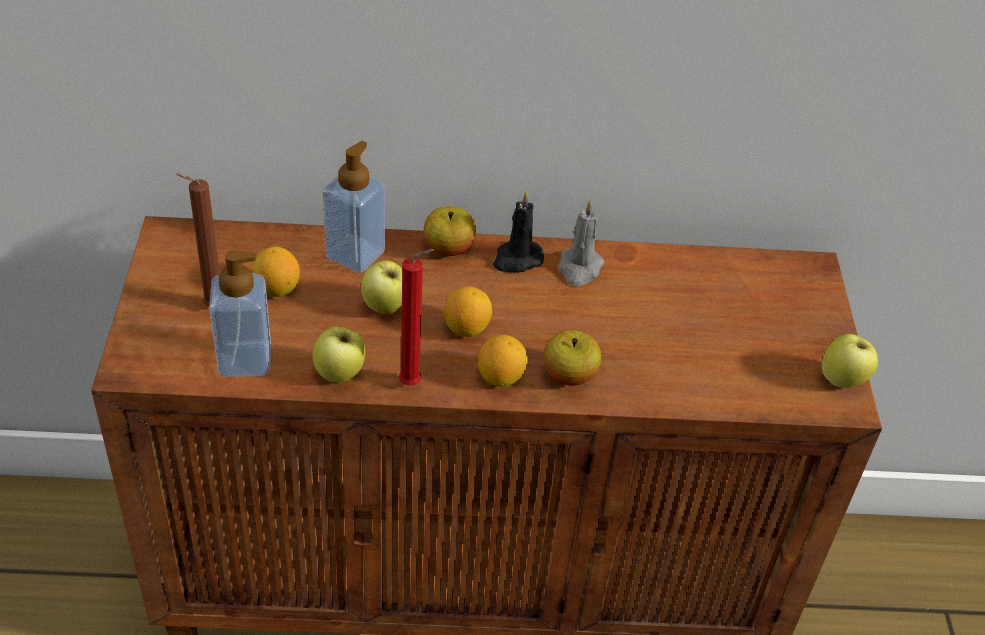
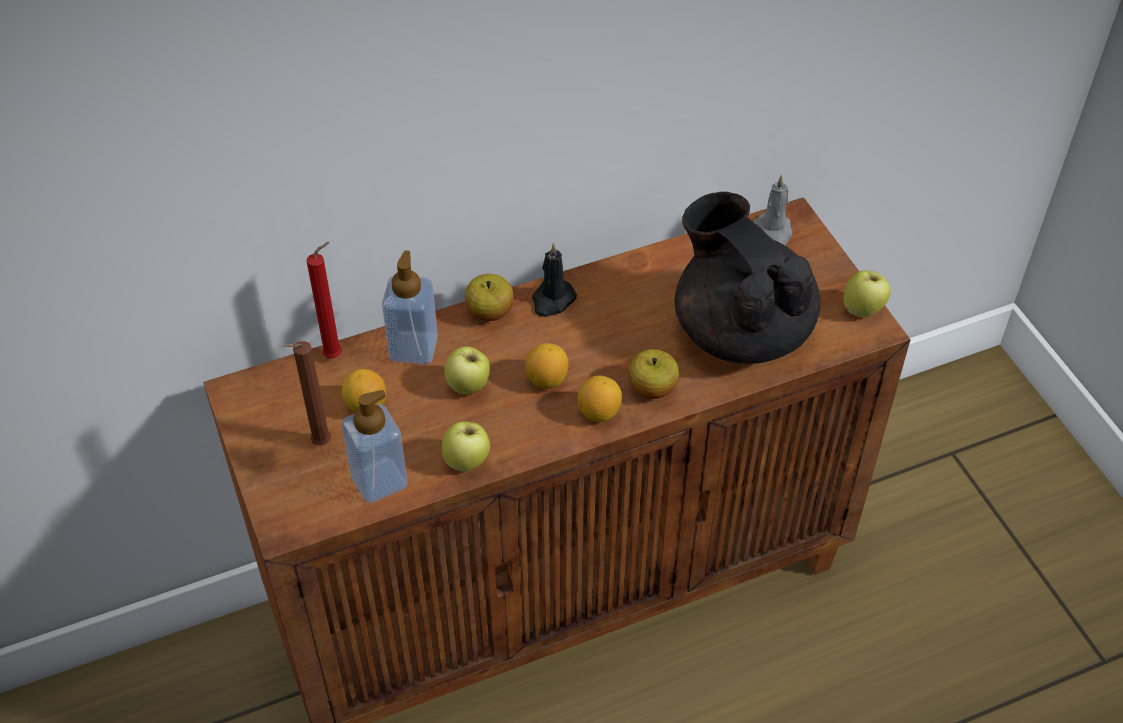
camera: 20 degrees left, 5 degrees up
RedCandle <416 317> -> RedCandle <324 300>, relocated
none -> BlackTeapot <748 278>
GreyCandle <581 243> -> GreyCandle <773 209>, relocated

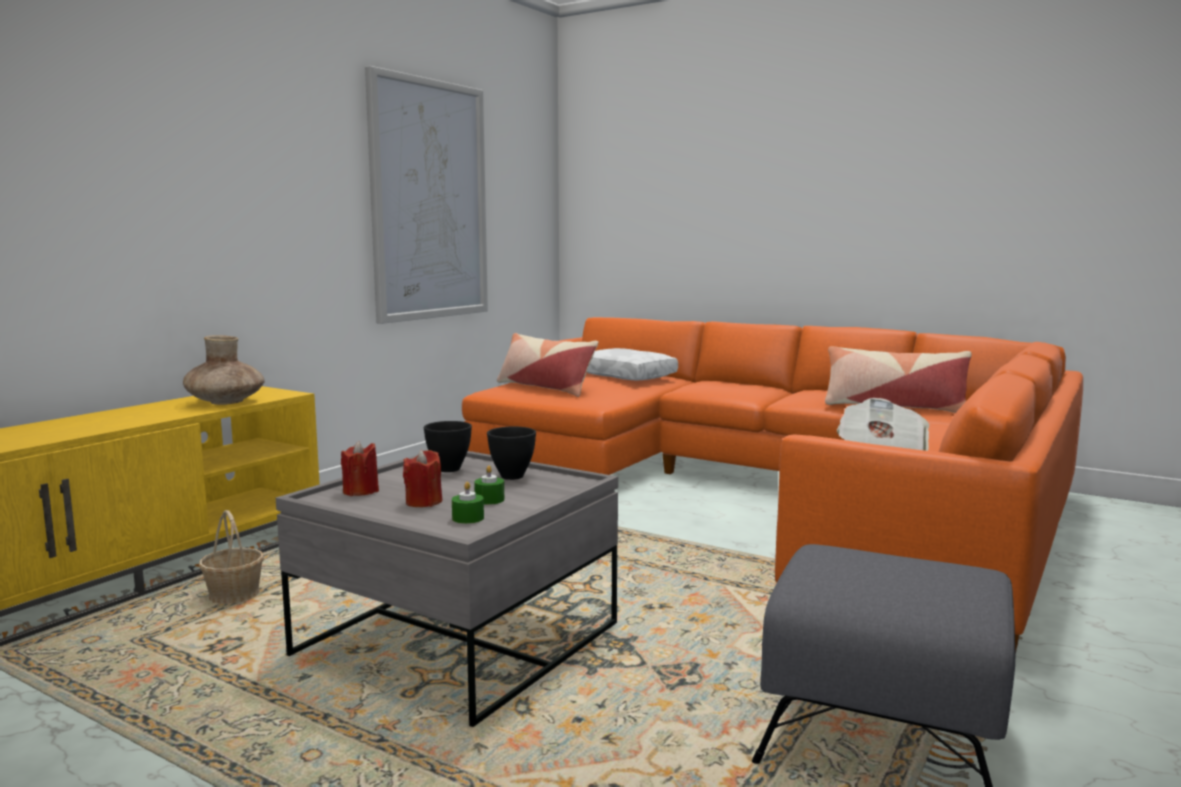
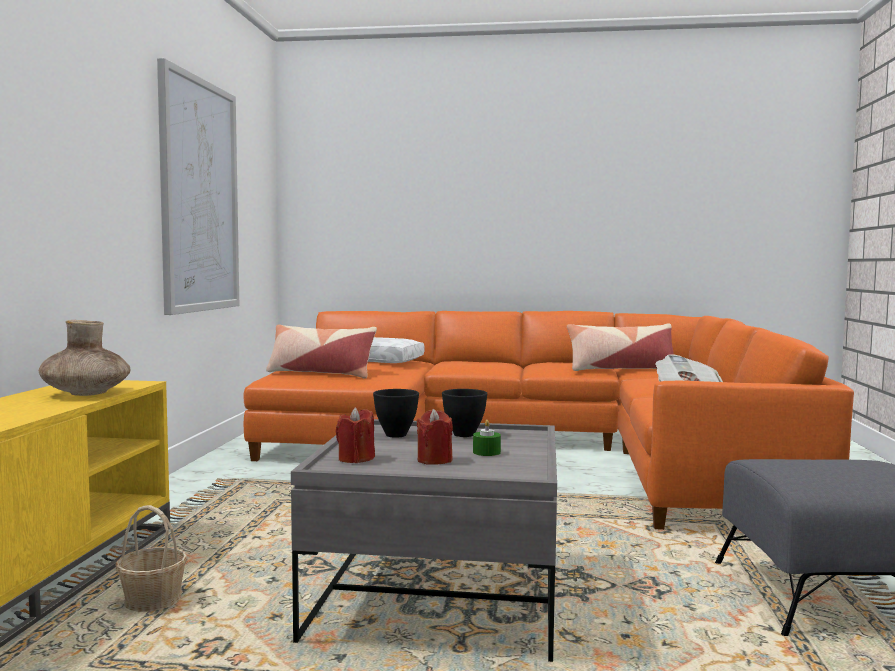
camera: 25 degrees left, 5 degrees down
GreenCandle <468 503> -> none

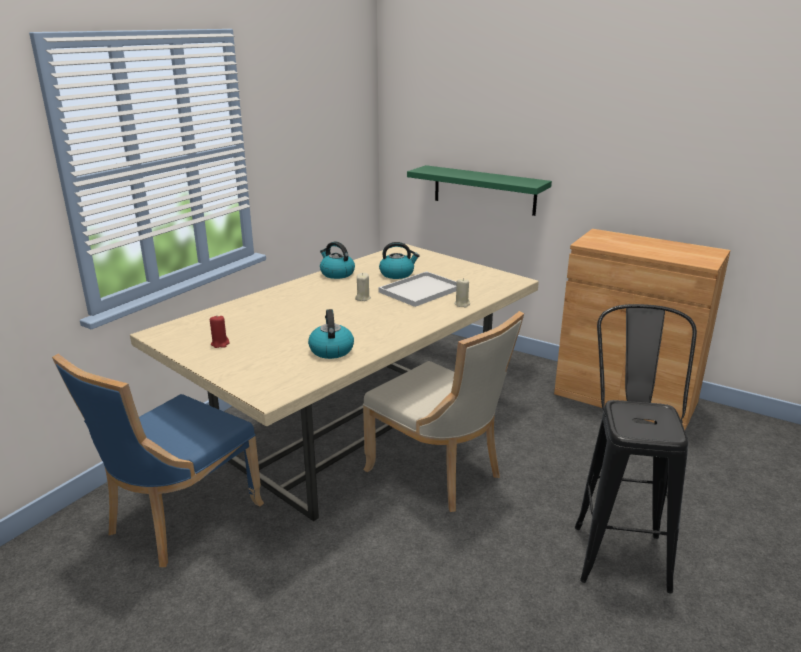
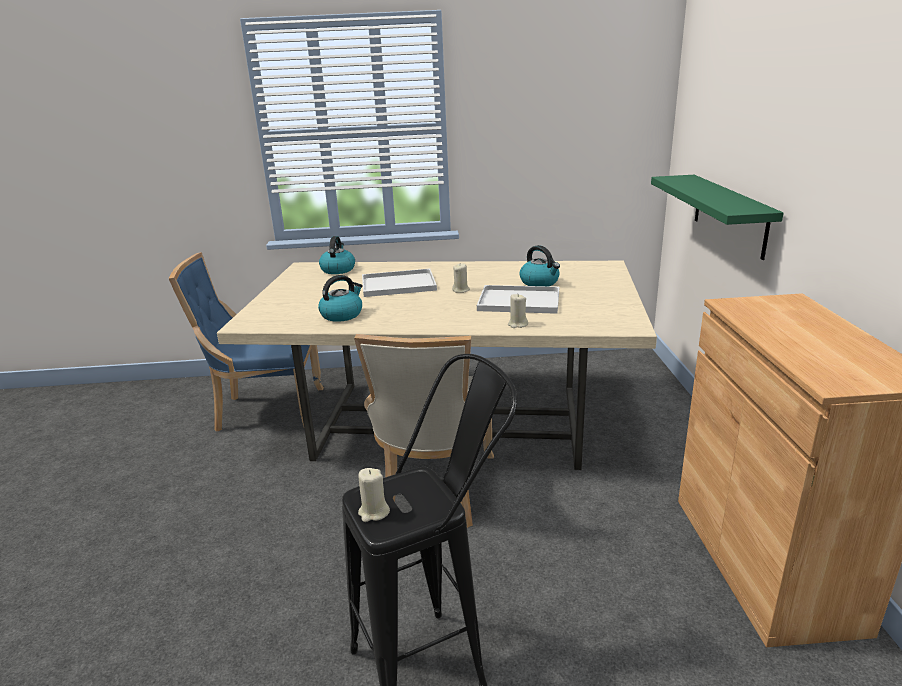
camera: 55 degrees right, 0 degrees up
Kettle <337 260> -> Kettle <337 255>, relocated
none -> BeigeCandle <374 495>
none -> WhiteTray <399 283>
RedCandle <220 332> -> none

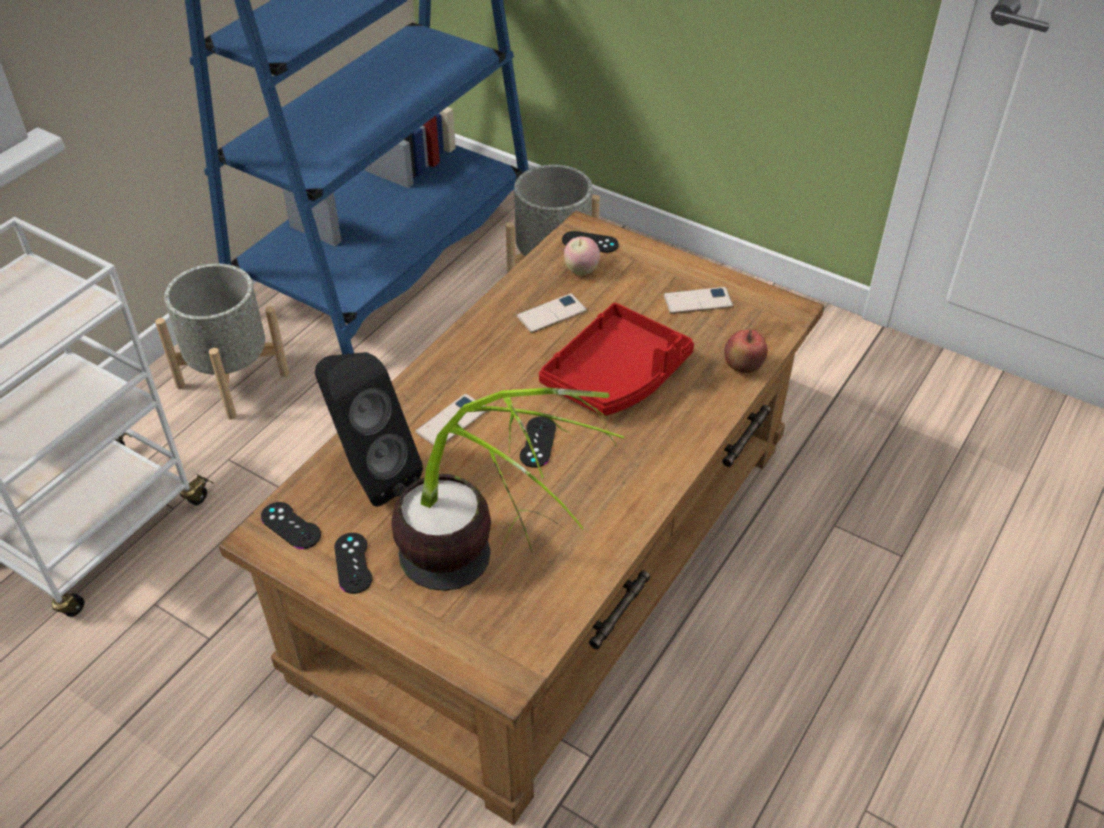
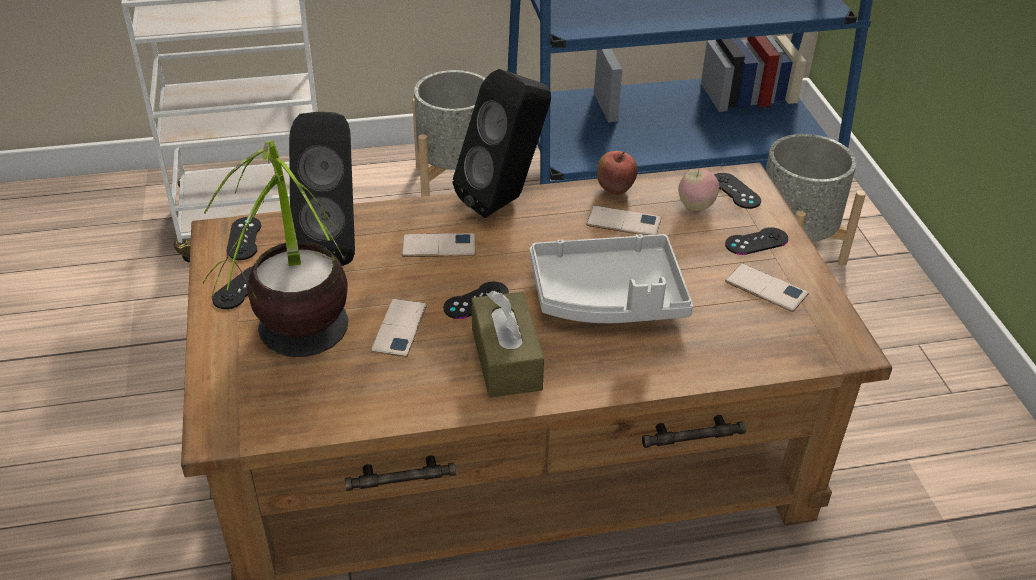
camera: 45 degrees right, 5 degrees down
none -> Phone <399 328>
none -> BlackSpeaker <502 143>
none -> BrownTissueBox <508 344>
RedTray <616 359> -> GreyTray <611 278>
Apple <746 351> -> Apple <617 173>, relocated
none -> BlackGameController <756 241>

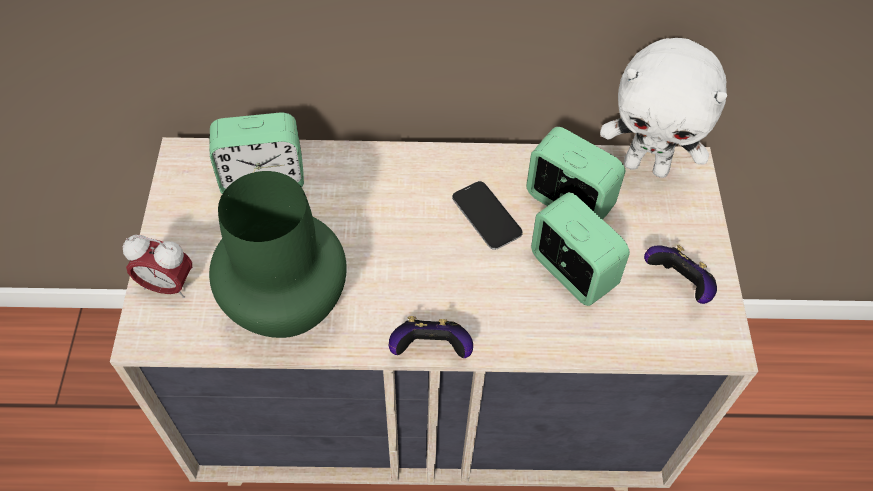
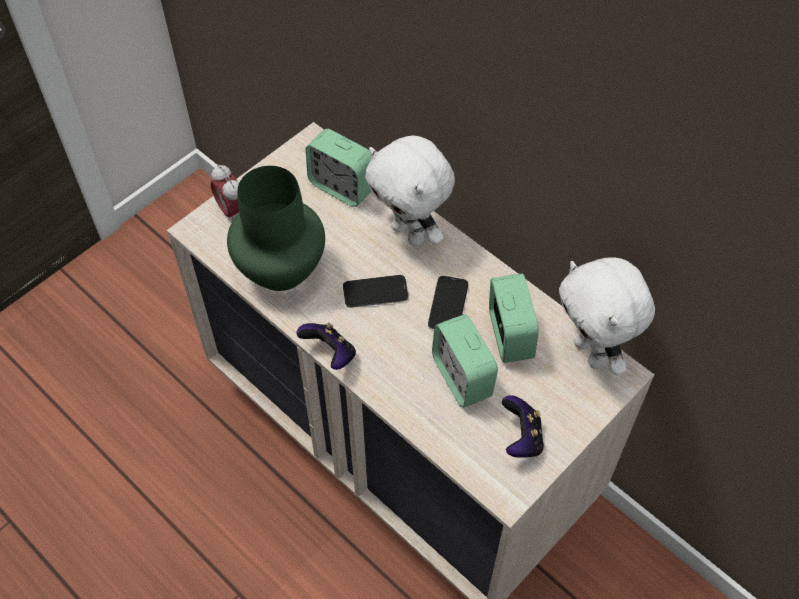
camera: 45 degrees right, 0 degrees up
none -> Phone <376 291>
none -> WhitePlushToy <410 191>
AlarmClock <580 249> -> AlarmClock <465 361>, 150 degrees clockwise

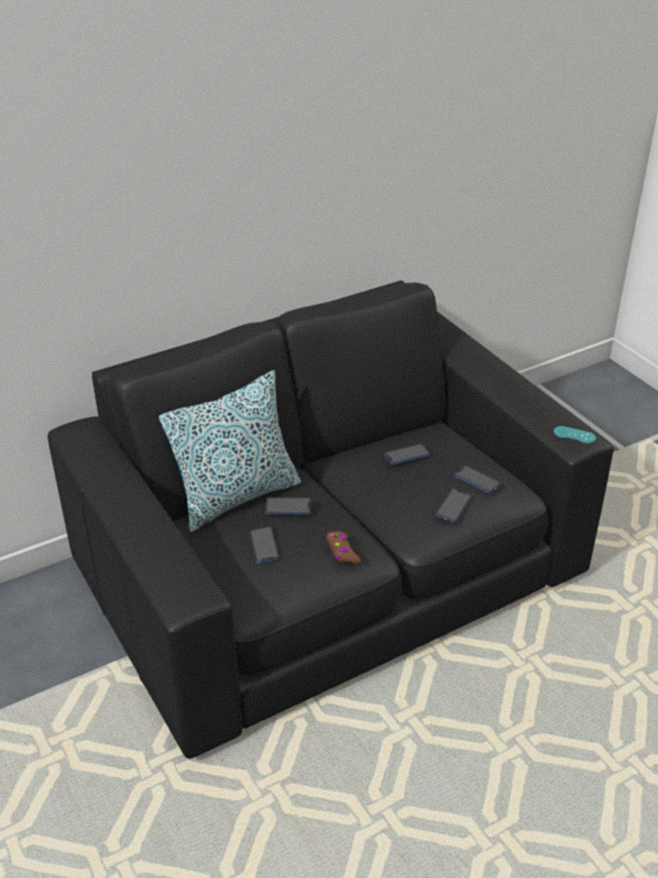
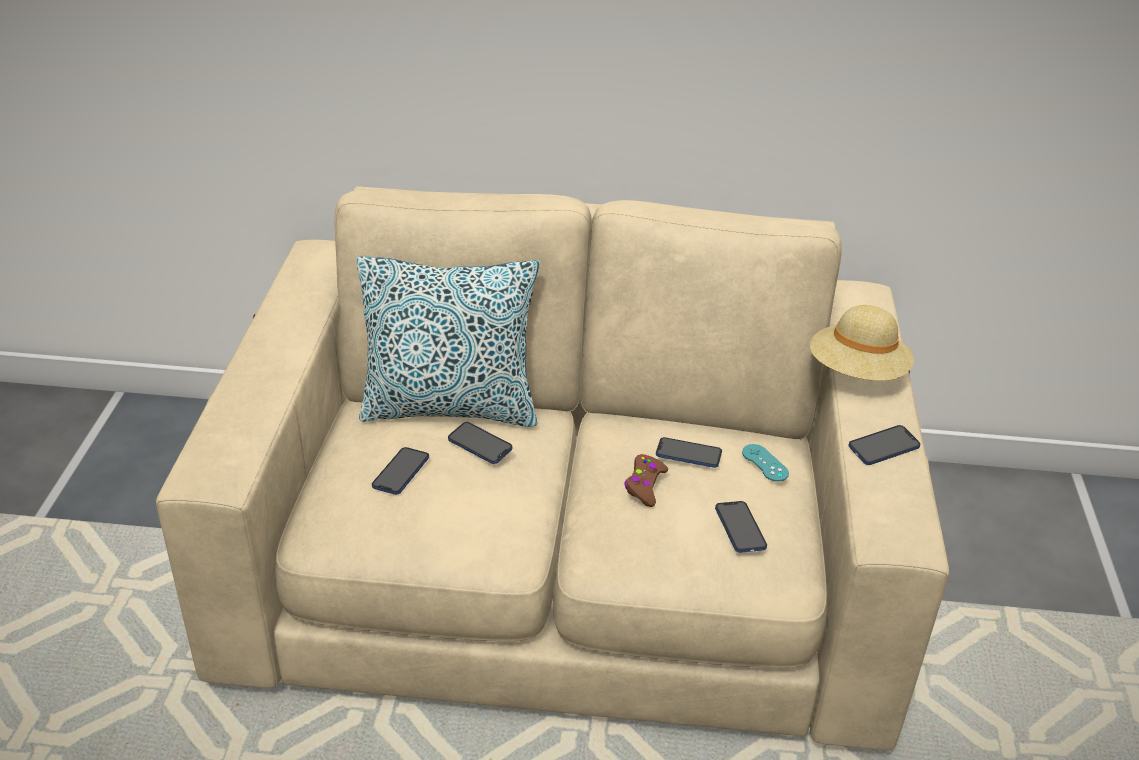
camera: 35 degrees right, 0 degrees up
BlackSofa <331 519> -> BeigeSofa <552 468>
BrownGameController <344 547> -> BrownGameController <646 480>, relocated
TurquoiseGameController <575 435> -> TurquoiseGameController <765 463>, relocated
none -> BeigeHat <862 343>
Phone <454 505> -> Phone <884 445>, relocated

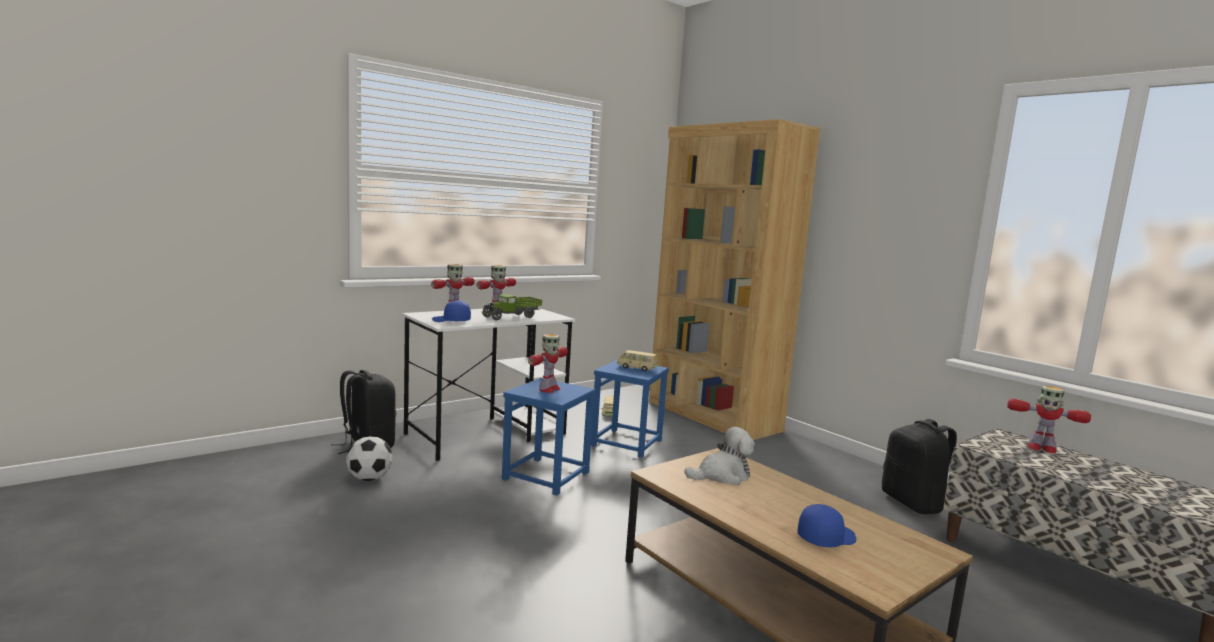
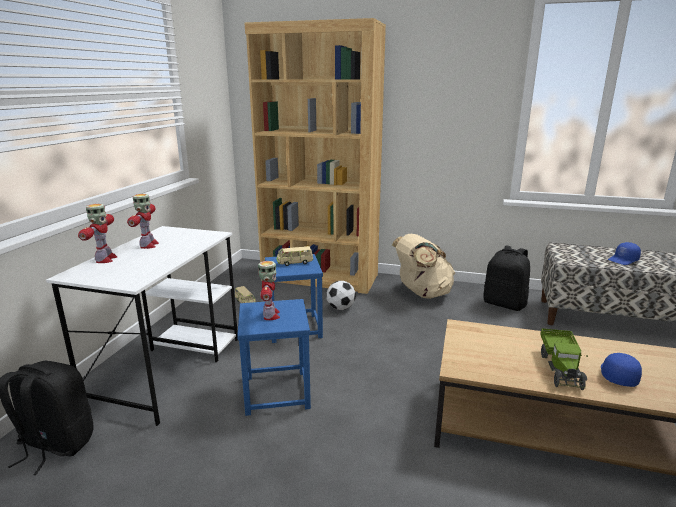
camera: 35 degrees left, 10 degrees up
Football <369 458> -> Football <341 295>, relocated
none -> BeigeBackpack <423 266>
ToyTruck <512 307> -> ToyTruck <564 359>, relocated
BlueCap <451 311> -> BlueCap <624 253>, relocated
PlushToy <719 456> -> none
ToyRobot <1049 419> -> none

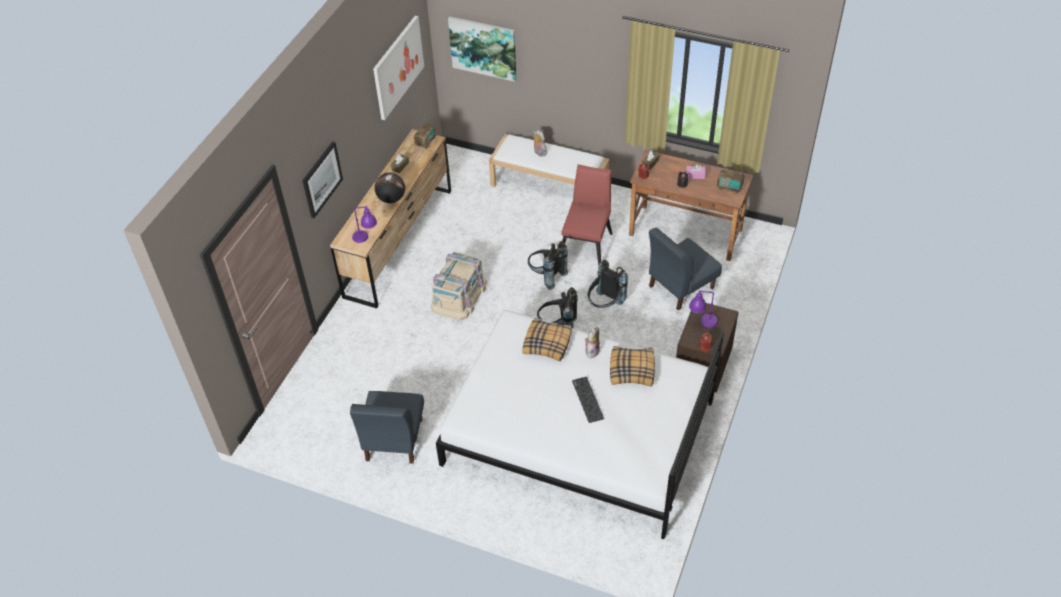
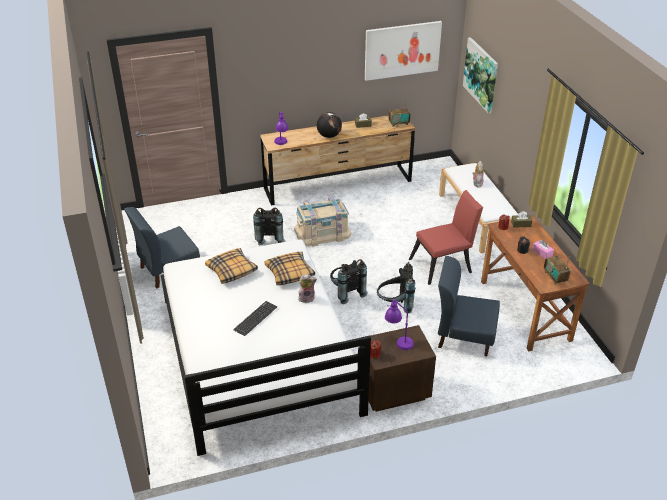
camera: 50 degrees right, 10 degrees down
Pillow <632 366> -> Pillow <231 266>, relocated
BlackBackpack <548 265> -> BlackBackpack <269 226>, relocated
Picture <322 179> -> none

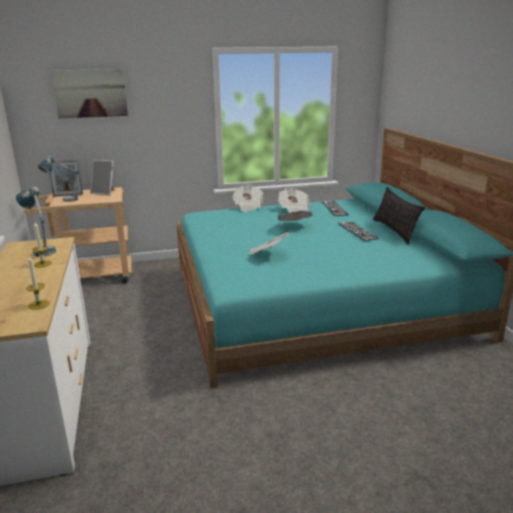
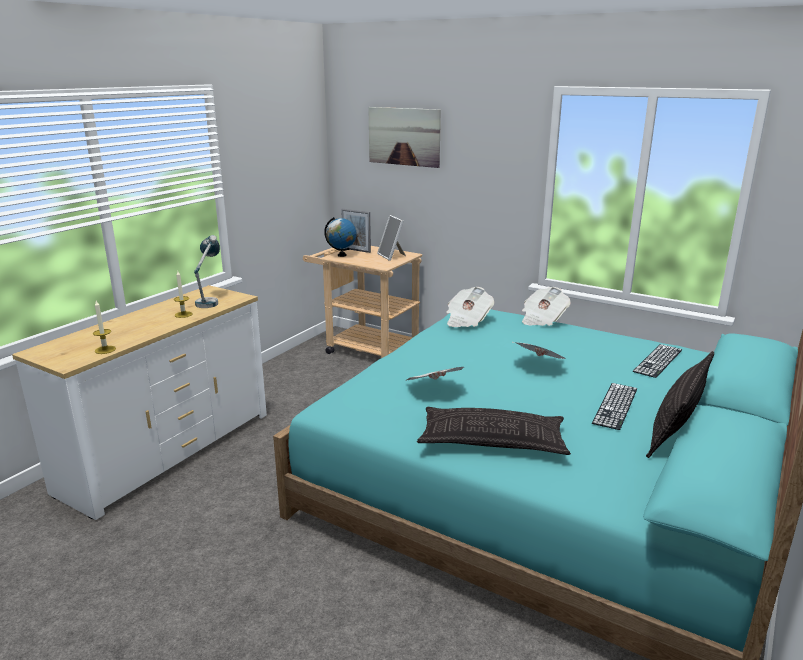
camera: 45 degrees right, 0 degrees up
TableLamp <58 179> -> Globe <340 237>
none -> Pillow <494 431>
Newspaper <294 200> -> Newspaper <470 307>, relocated

